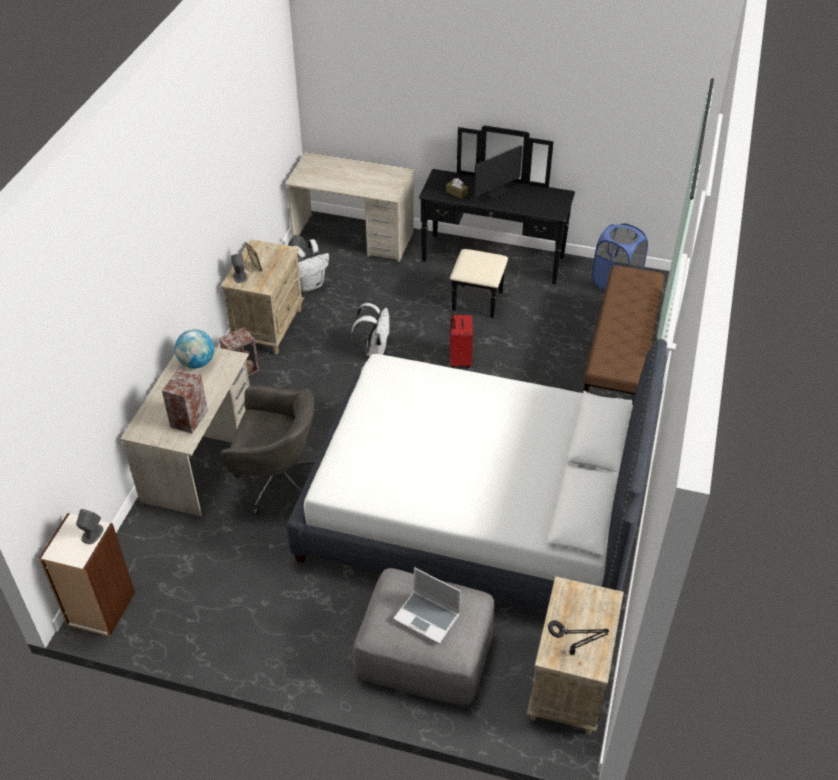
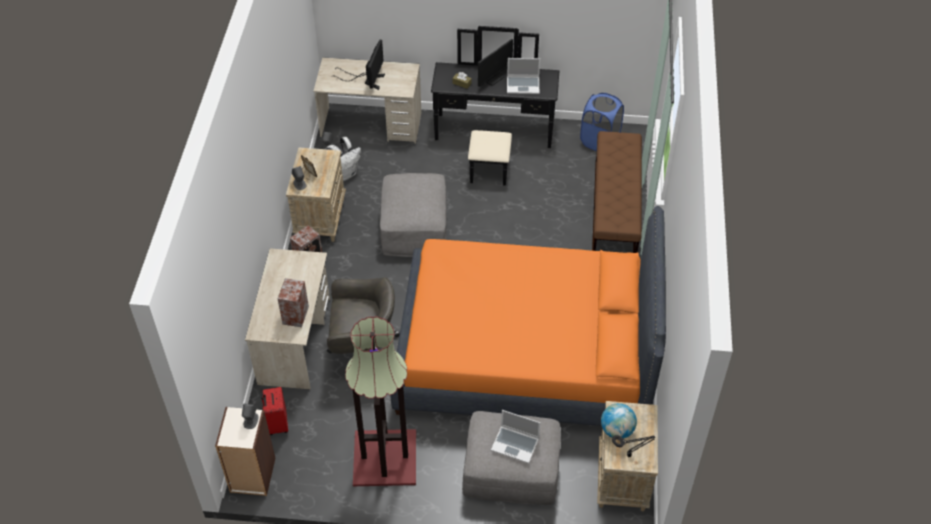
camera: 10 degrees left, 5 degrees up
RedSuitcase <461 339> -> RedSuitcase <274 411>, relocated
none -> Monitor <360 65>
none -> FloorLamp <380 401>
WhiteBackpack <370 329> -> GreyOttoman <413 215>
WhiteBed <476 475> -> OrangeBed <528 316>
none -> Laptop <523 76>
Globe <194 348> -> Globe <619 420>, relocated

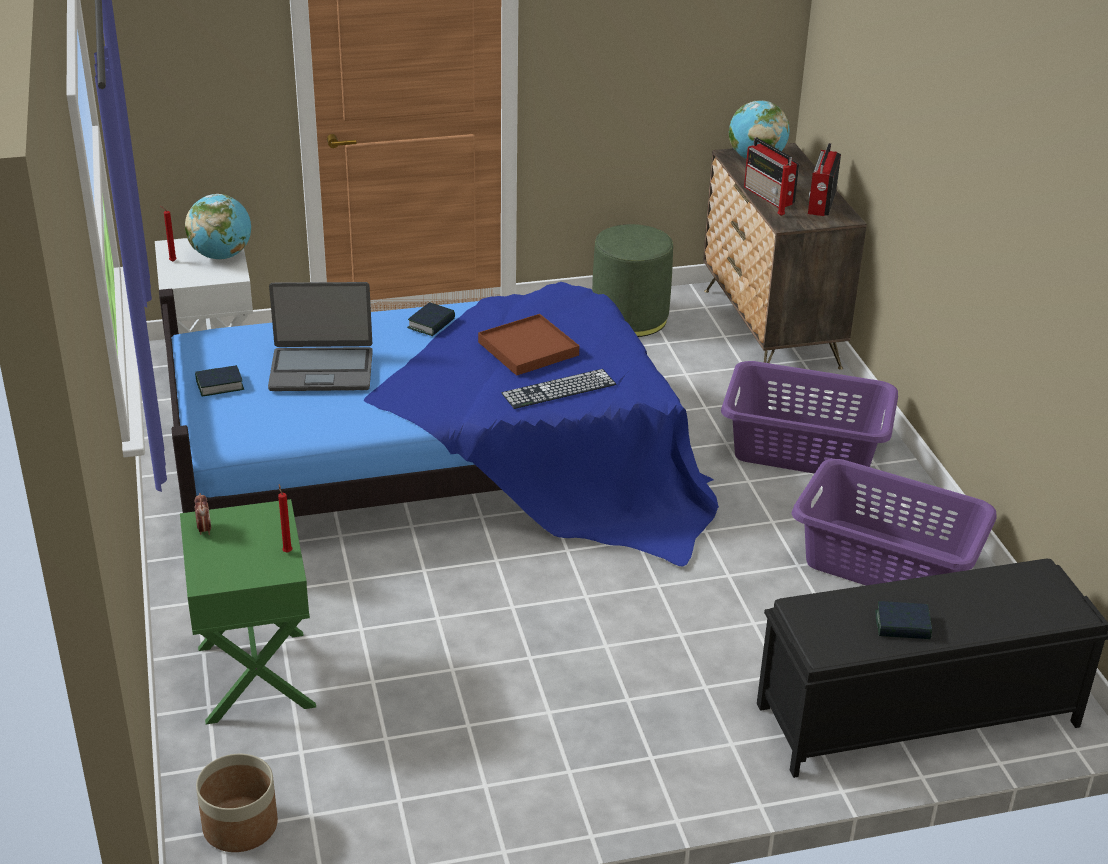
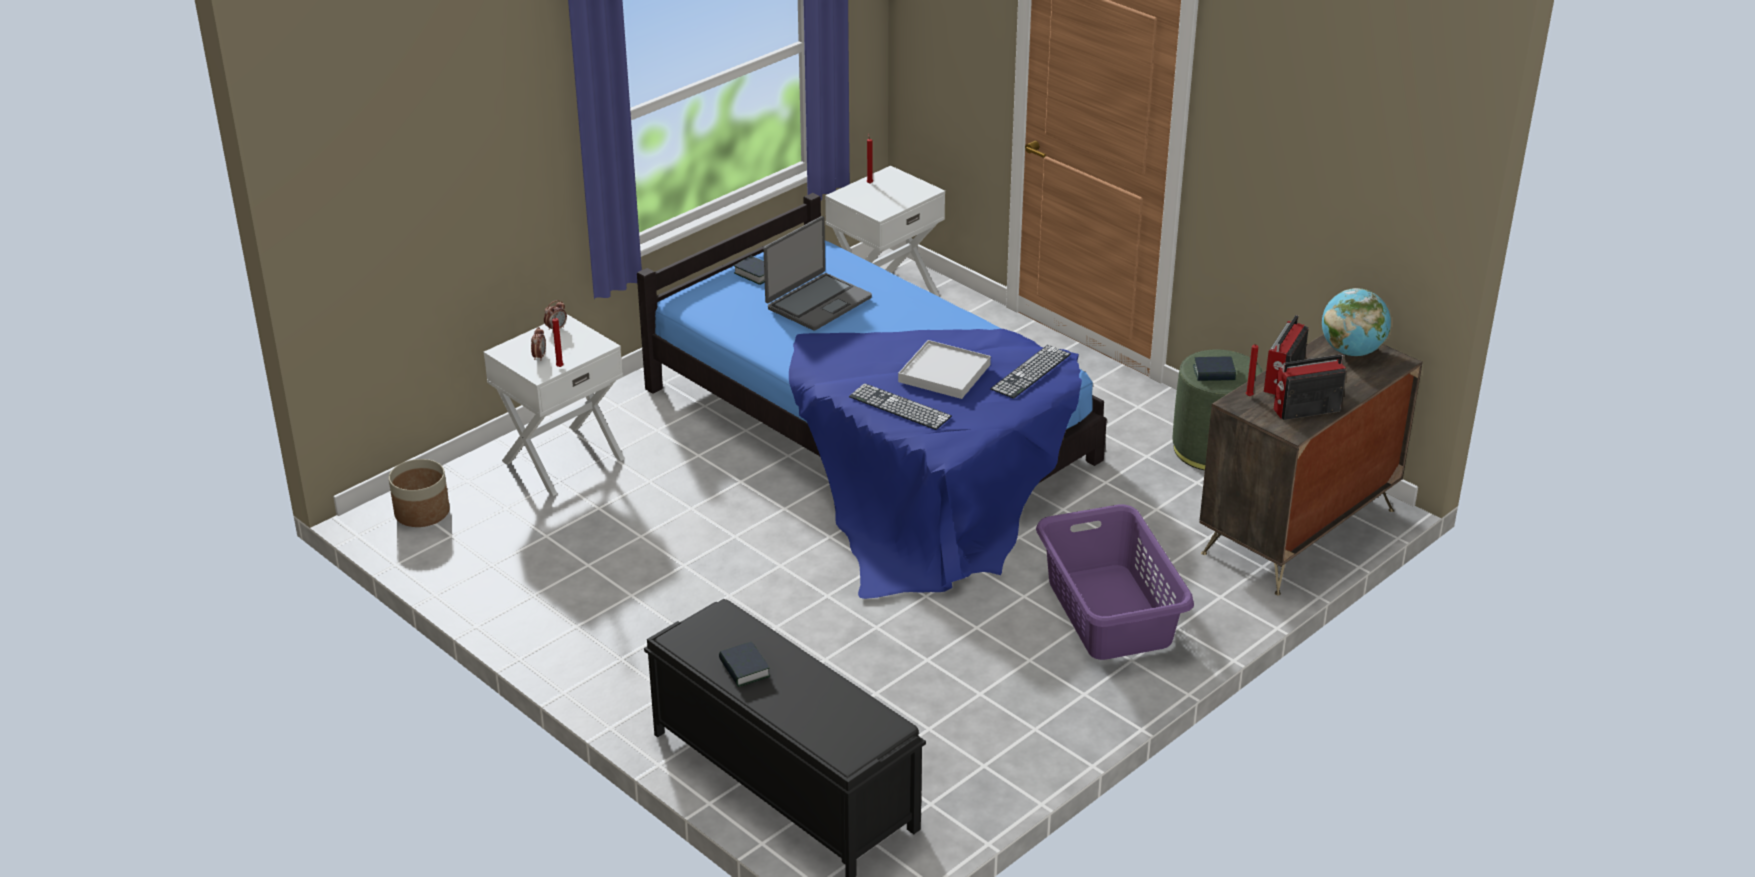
camera: 60 degrees right, 0 degrees up
GreenNightstand <248 611> -> WhiteNightstand <554 405>
none -> AlarmClock <538 344>
Laptop <320 336> -> Laptop <818 273>, 105 degrees counterclockwise
BrownTray <528 345> -> WhiteTray <944 369>
none -> Keyboard <1030 372>
Book <431 319> -> Book <1214 369>, relocated
Globe <218 227> -> none
PurpleLaundryBasket <894 522> -> none

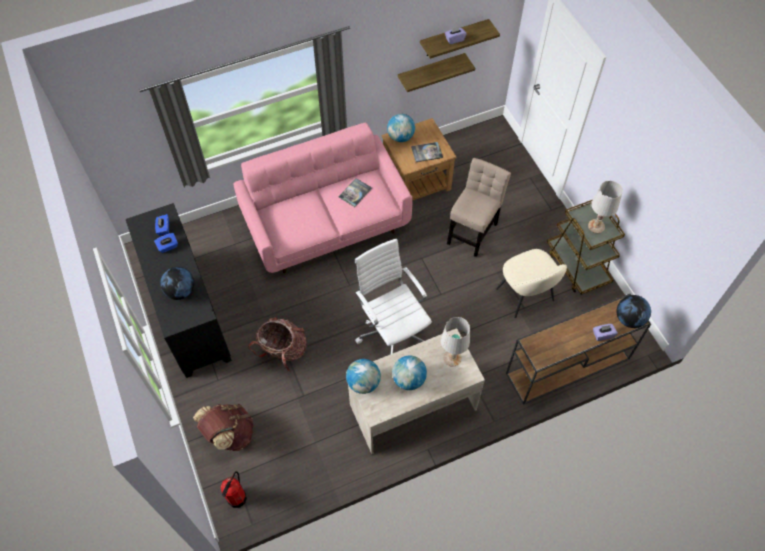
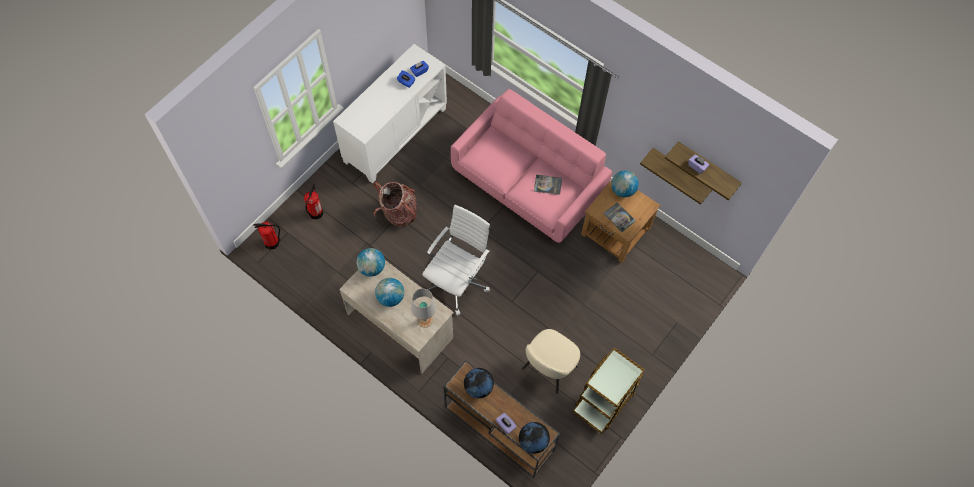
camera: 60 degrees right, 5 degrees up
BrownBackpack <223 427> -> FireExtinguisher <313 201>
BlackCabinet <179 290> -> WhiteCabinet <390 114>
Globe <177 283> -> Globe <479 383>, relocated
BeigeChair <479 207> -> none
WhiteTableLamp <605 207> -> none

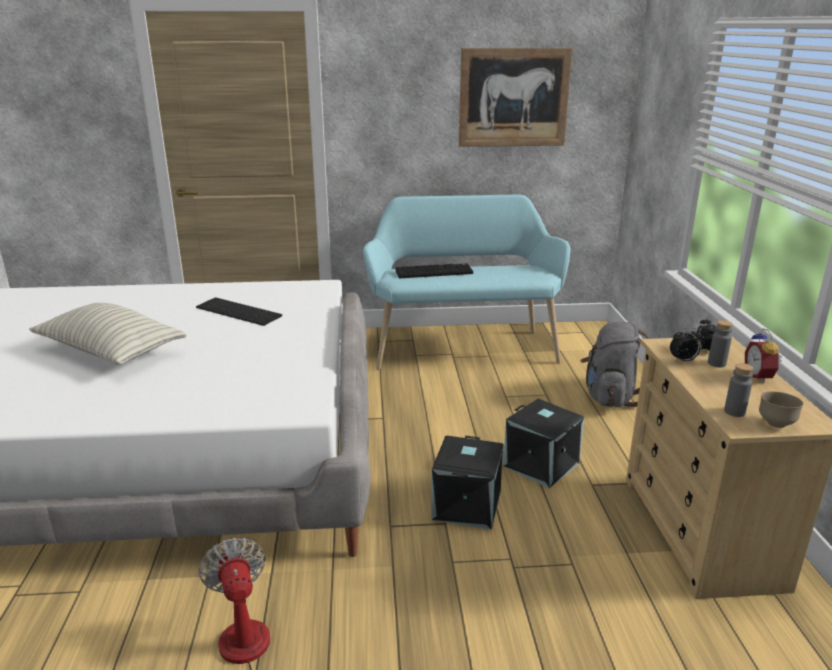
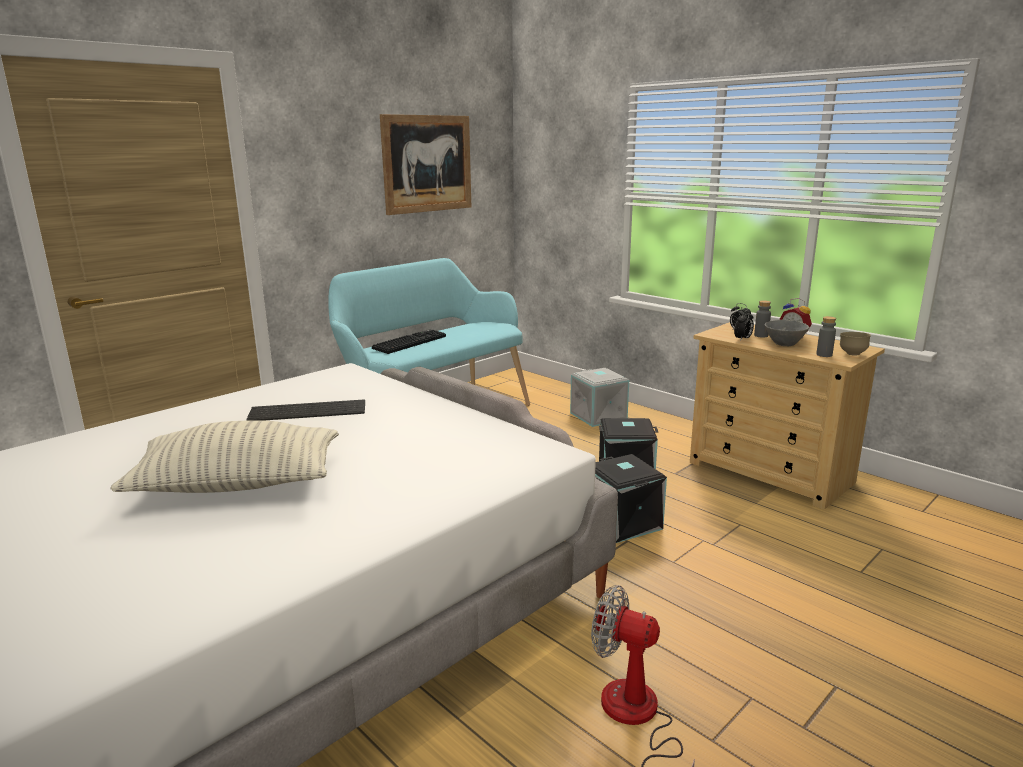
camera: 40 degrees left, 5 degrees down
GreyBackpack <614 364> -> GreyStorageBox <599 397>
none -> GreyBowl <787 333>

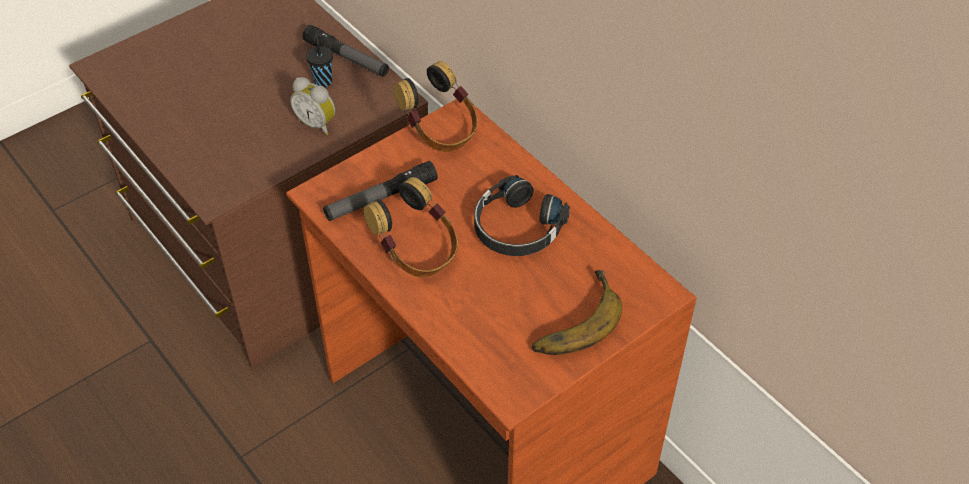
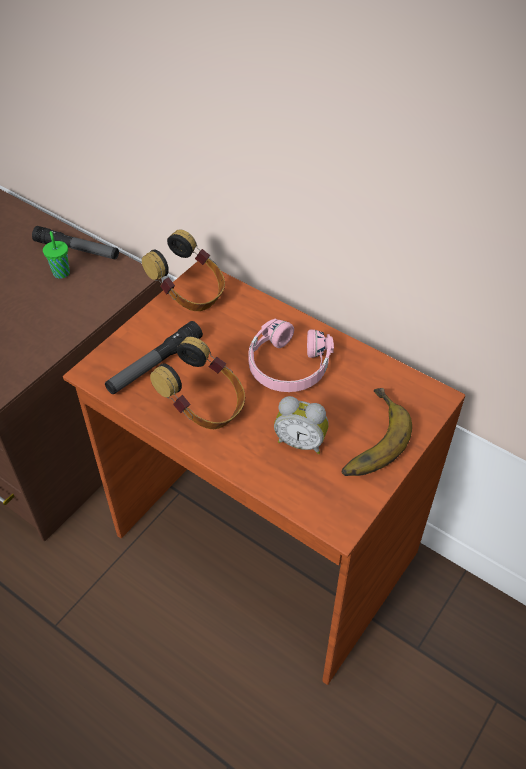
camera: 15 degrees left, 0 degrees up
BlackCup <319 61> -> GreenCup <56 255>
BlackHeadphones <522 215> -> PinkHeadphones <291 355>
AlarmClock <312 106> -> AlarmClock <301 425>, relocated

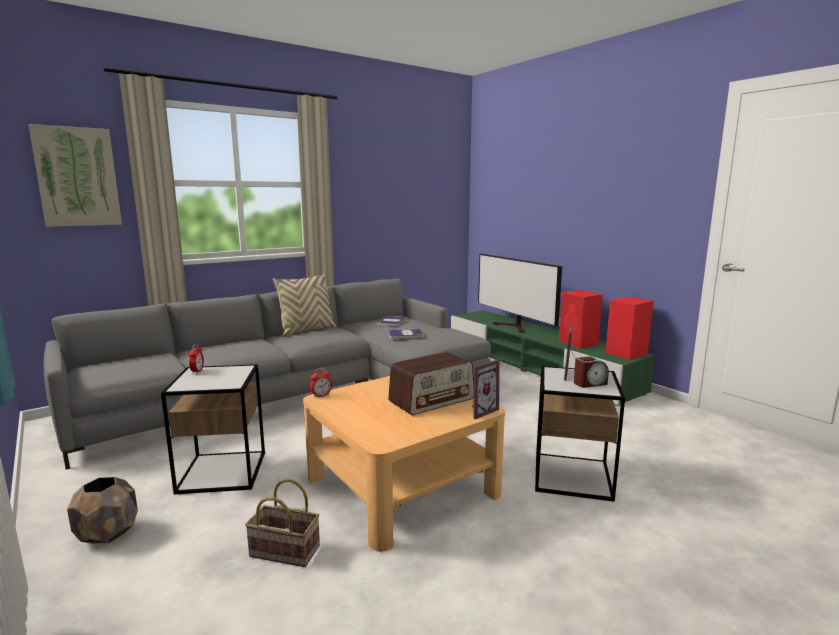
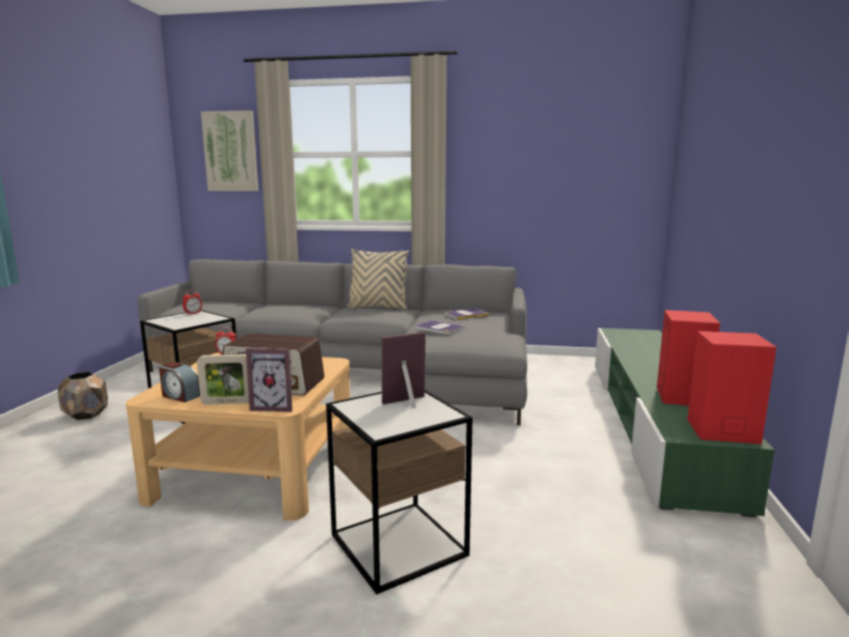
camera: 45 degrees right, 0 degrees up
AlarmClock <591 372> -> AlarmClock <179 382>, relocated
none -> PictureFrame <223 379>
Basket <282 523> -> none
Television <520 293> -> none

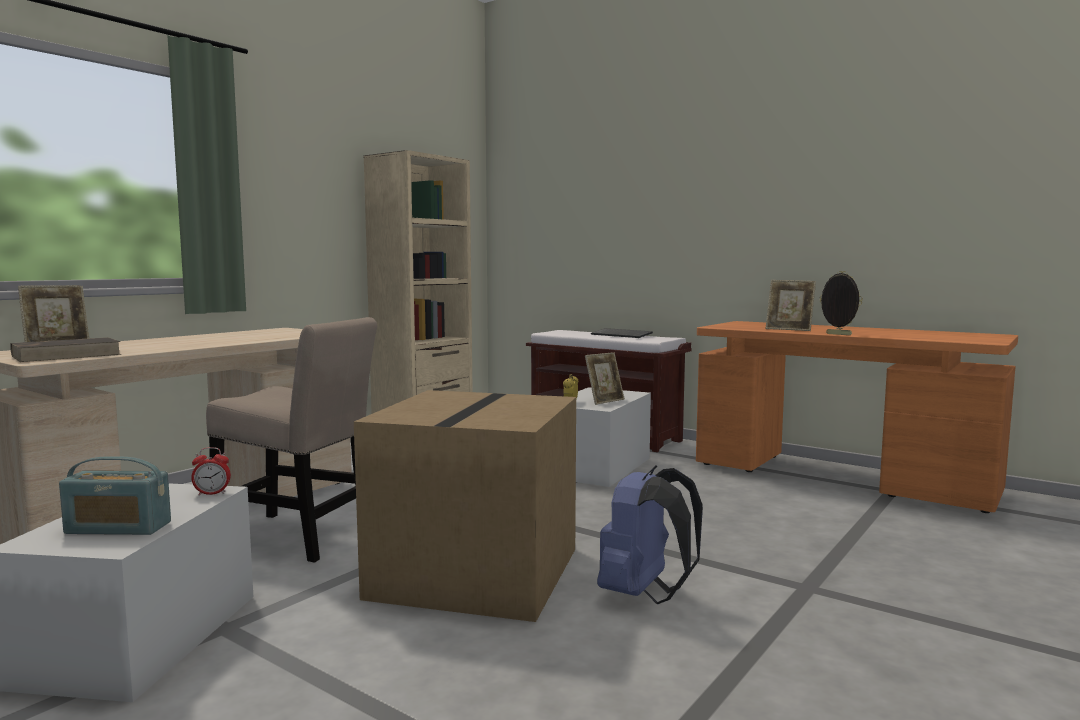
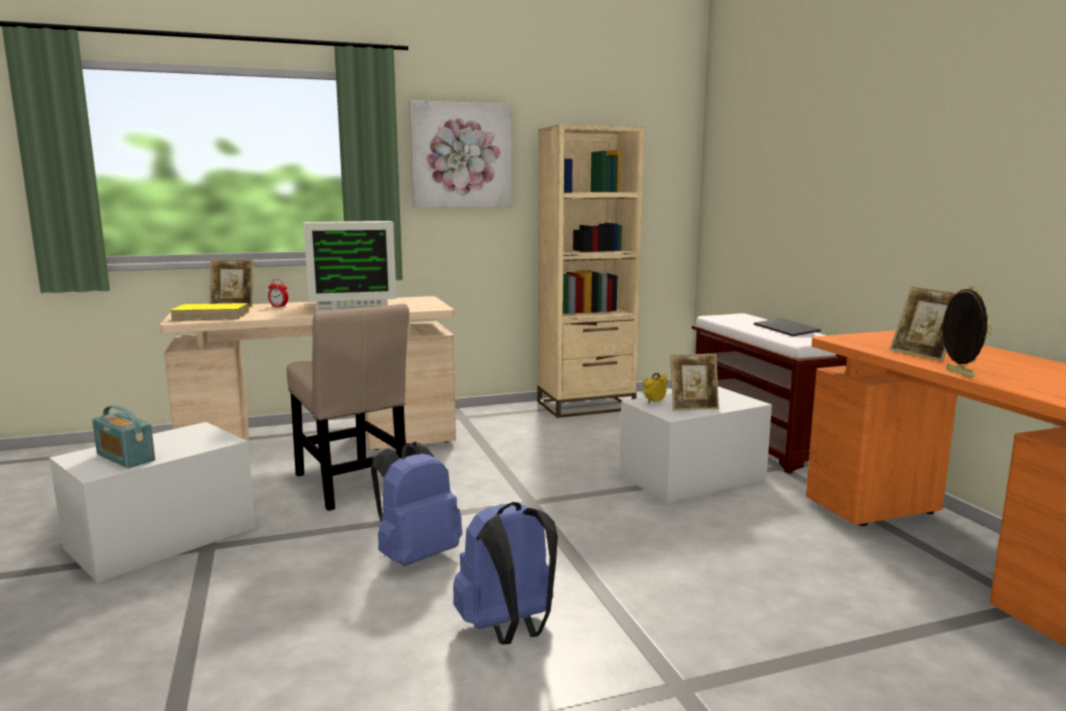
camera: 35 degrees right, 5 degrees up
BrownBook <65 349> -> YellowBook <209 312>
AlarmClock <211 471> -> AlarmClock <278 293>, relocated
none -> Monitor <350 266>
CardboardBox <465 506> -> BlueBackpack <416 504>
none -> Picture <460 154>

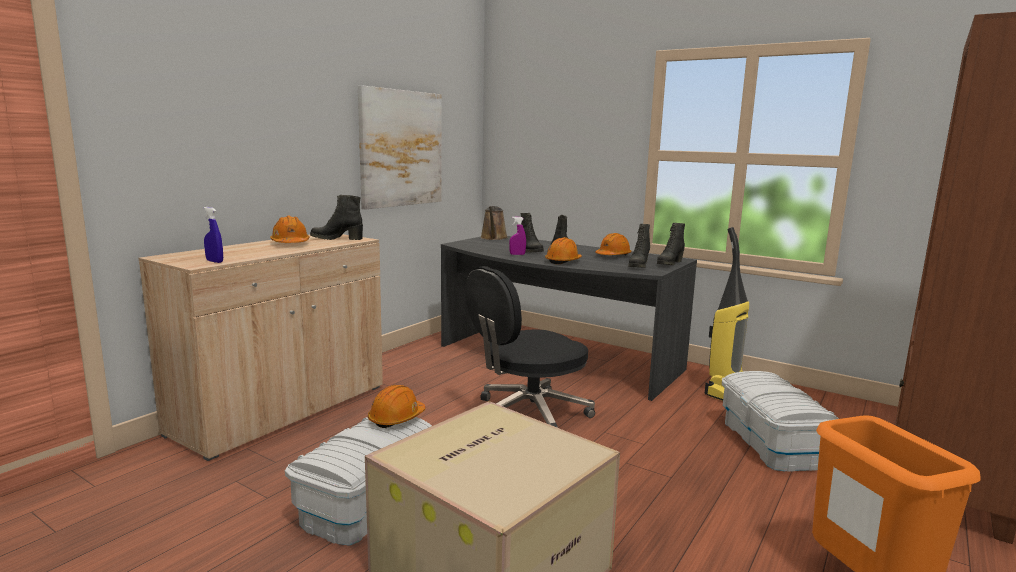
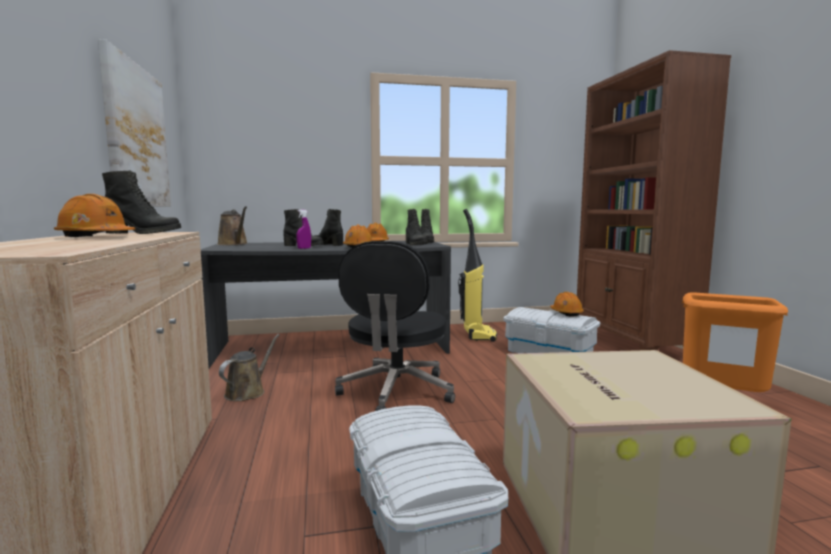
camera: 45 degrees left, 5 degrees down
BlackBoot <336 217> -> BlackBoot <141 202>, 135 degrees counterclockwise
none -> BrownWateringCan <249 367>
OrangeHardHat <397 406> -> OrangeHardHat <567 304>, relocated
BlueSprayBottle <213 235> -> none

